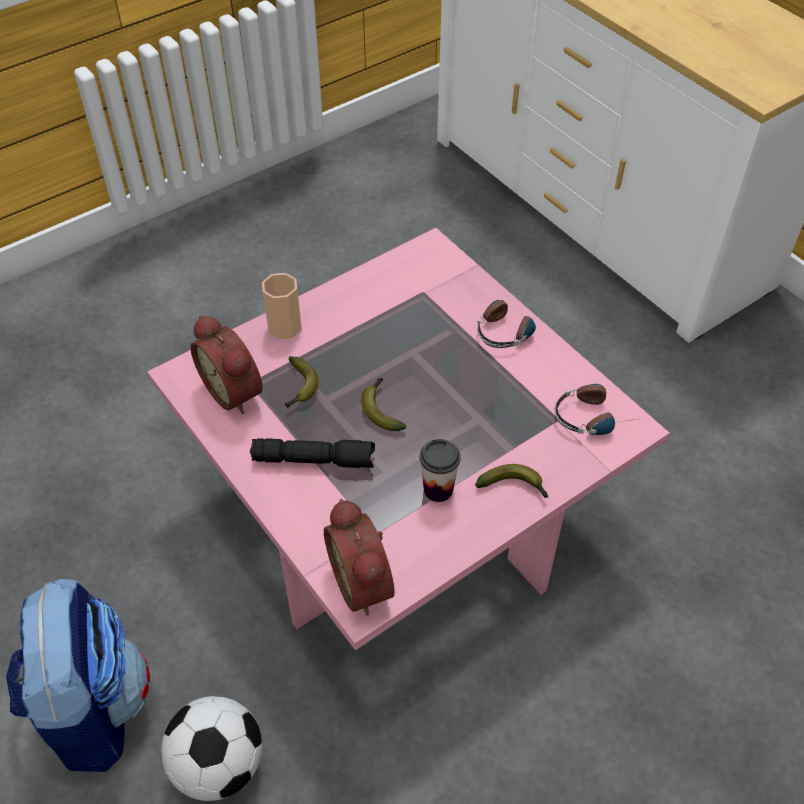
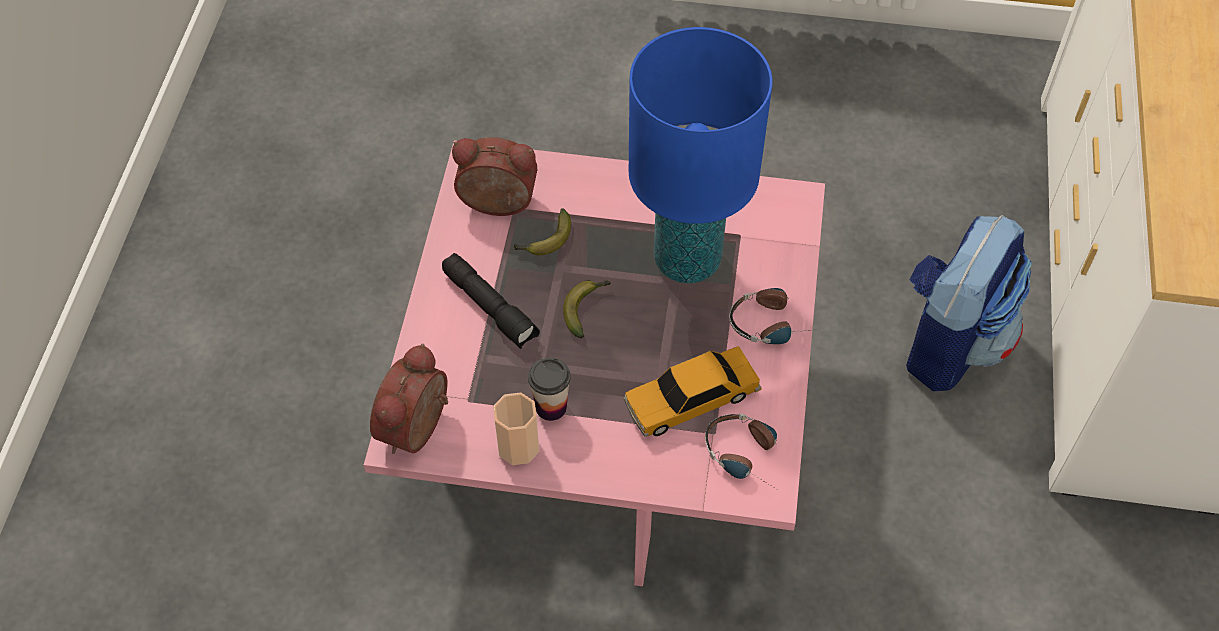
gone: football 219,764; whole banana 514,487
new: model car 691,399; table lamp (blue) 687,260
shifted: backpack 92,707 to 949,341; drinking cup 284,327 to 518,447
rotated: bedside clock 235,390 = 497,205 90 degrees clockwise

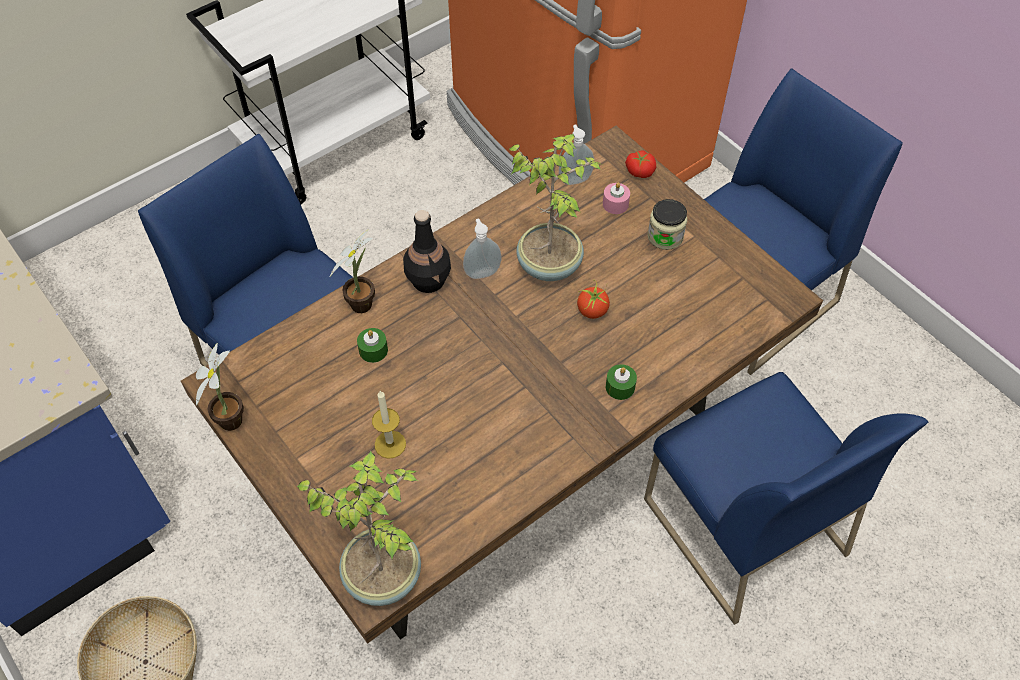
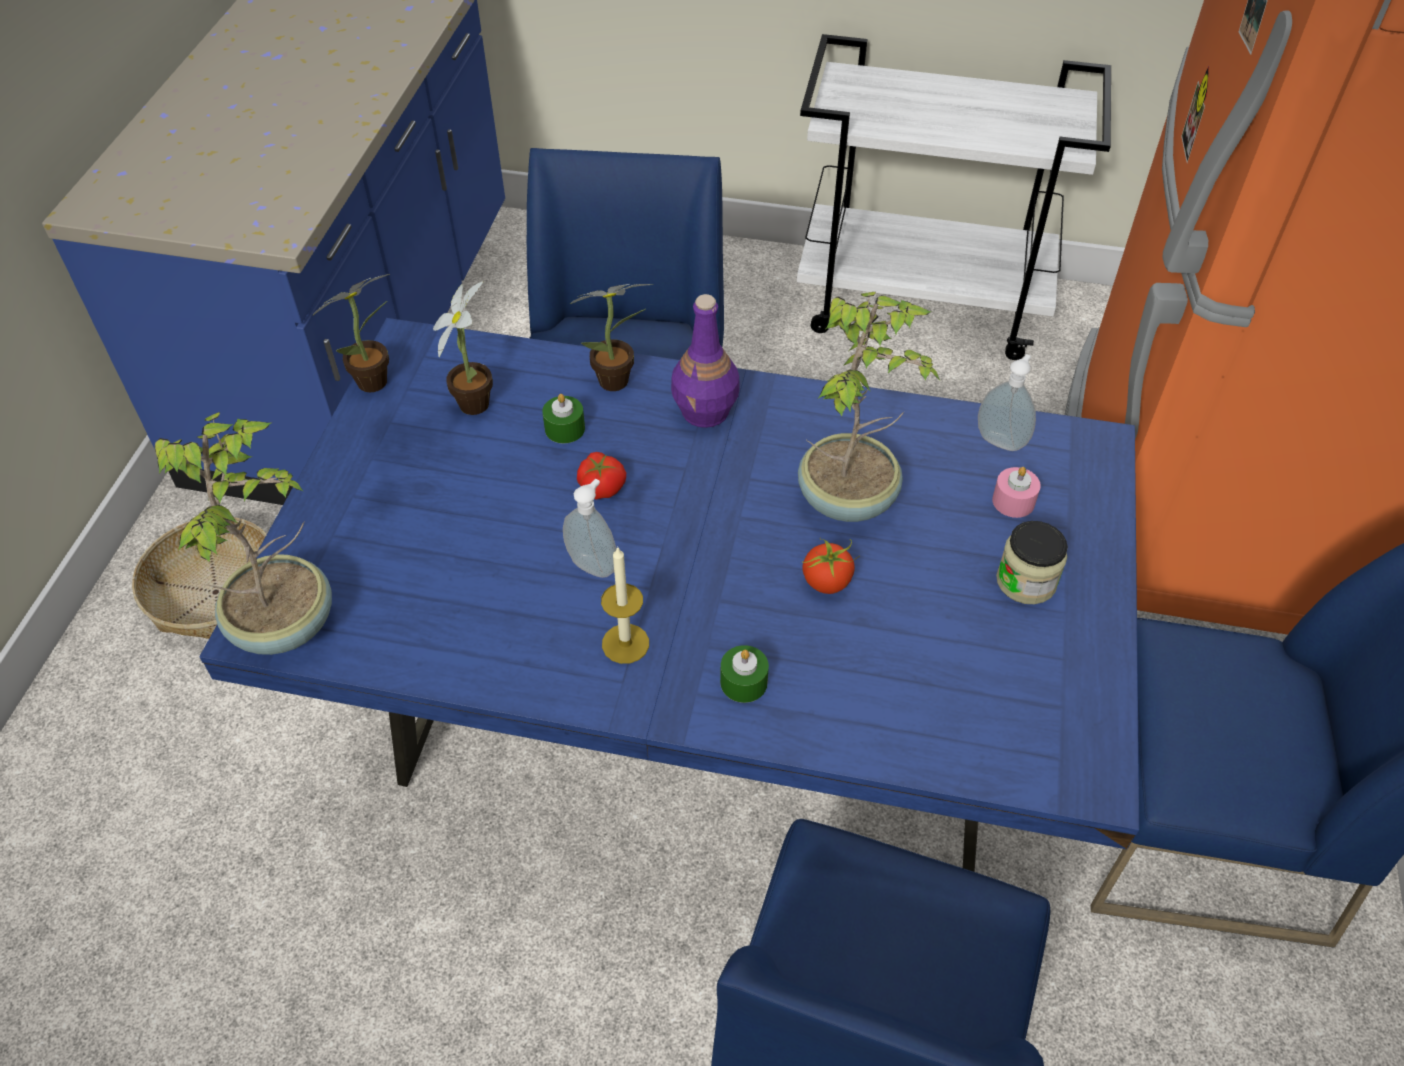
new: plant in a pot 476,400
shifted: wax candle 390,444 to 625,643; soap dispenser 482,272 to 594,564; fresh tomato 640,171 to 602,486
repainted: dinner table (brown) 508,464 to dinner table (blue) 697,734; beverage bottle (black-coloured) 429,280 to beverage bottle (purple) 706,411

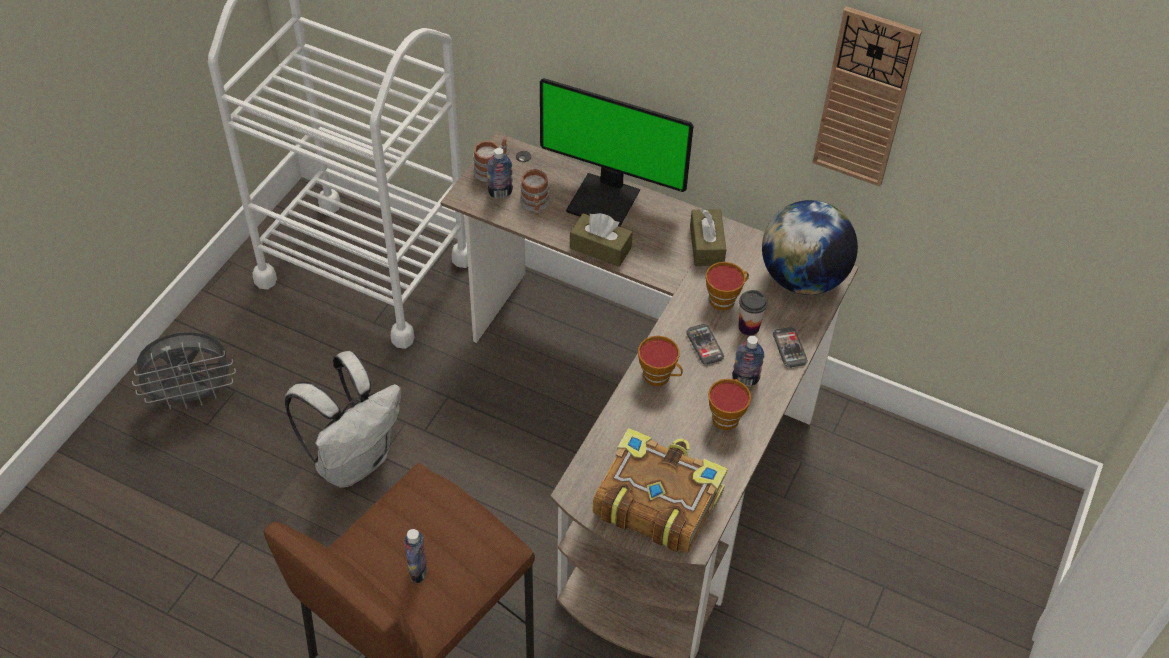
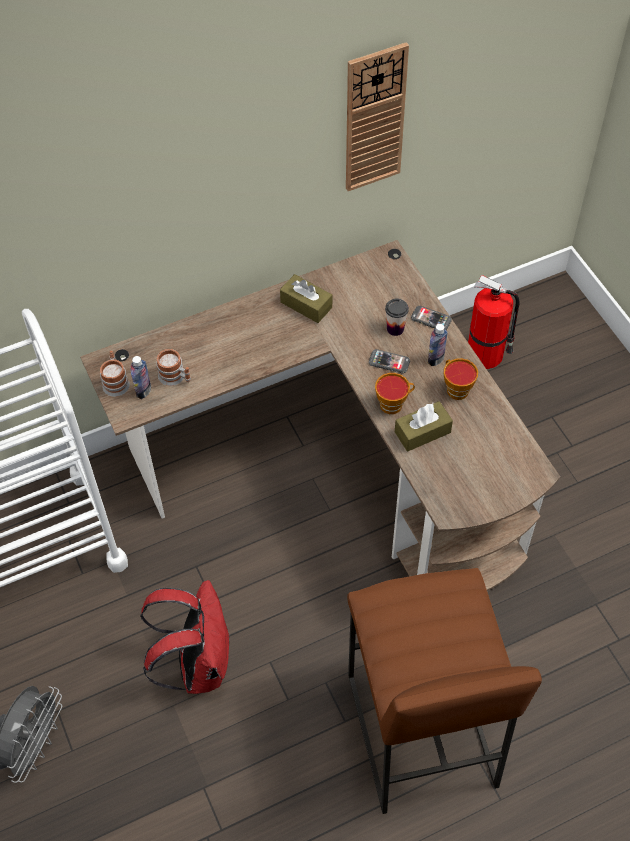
gone: beverage bottle 418,571; computer screen 605,200; book 656,500; drinking cup 724,299; desk globe 802,278
new: fire extinguisher 486,354
shifted: tissue box (brown) 600,248 to 422,432
repainted: backpack (white) 354,460 to backpack (reddish) 197,663

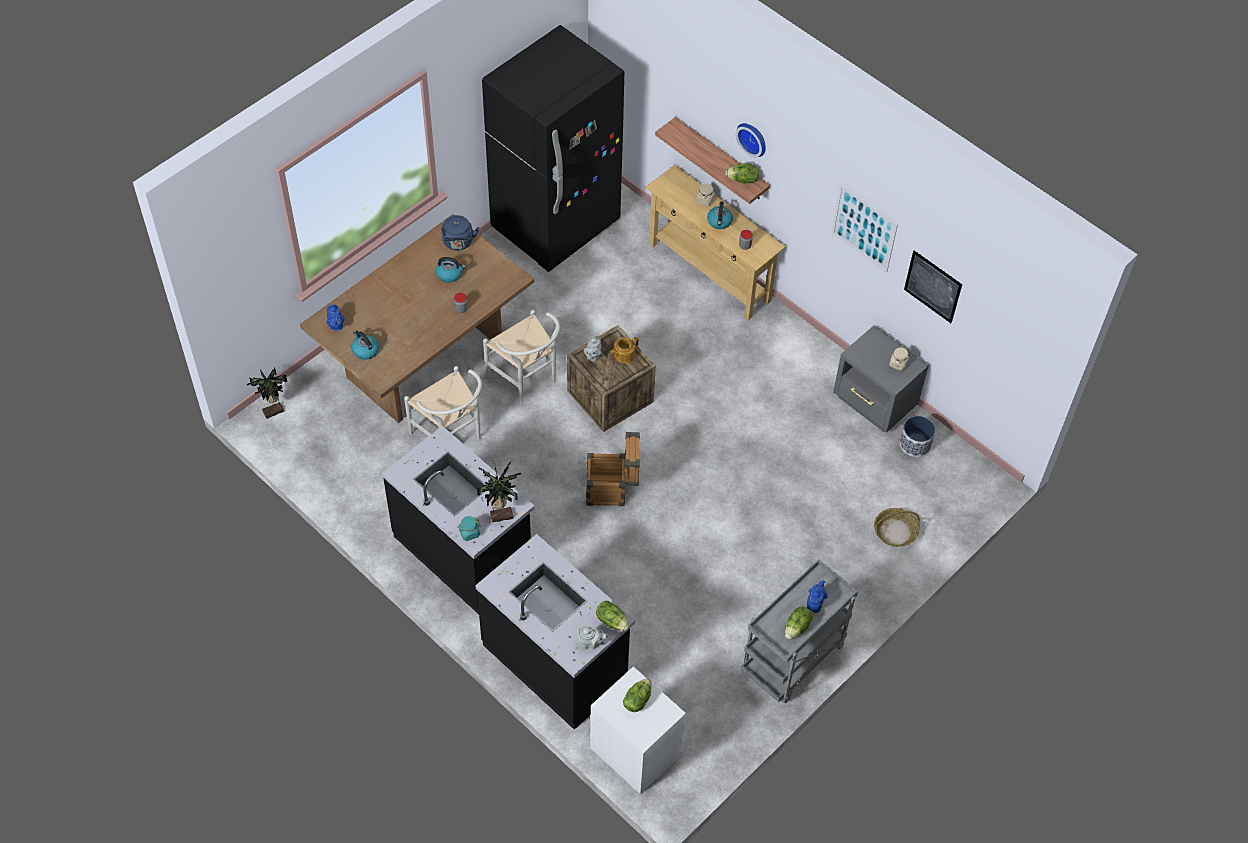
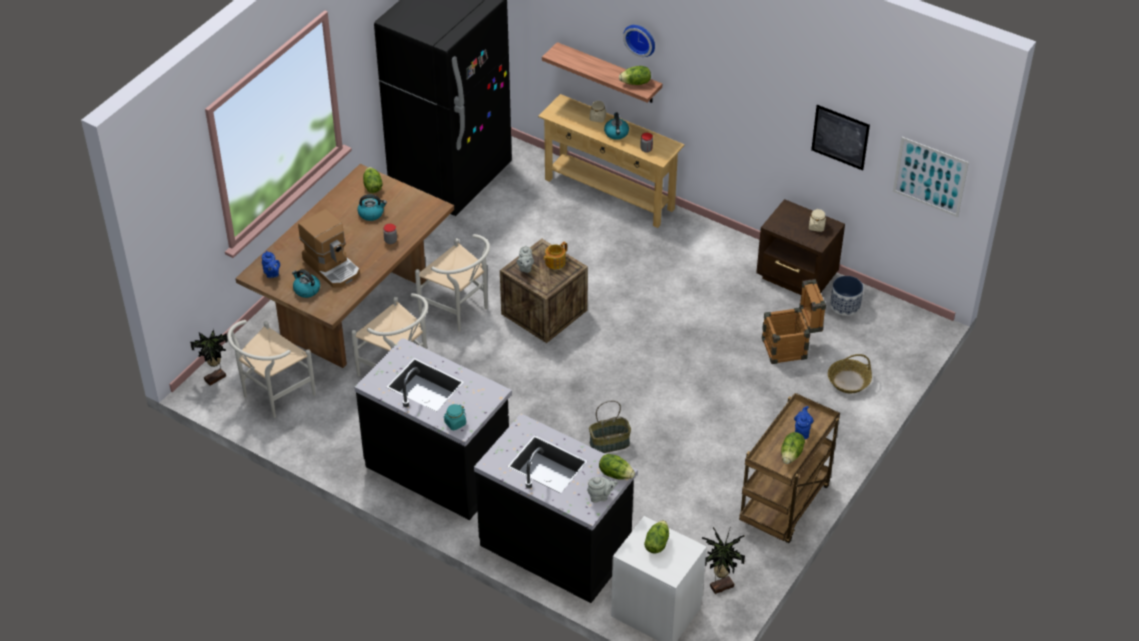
new: plain chair (white) 273,396; coffee maker 332,266; storage basket 609,444
shifted: plant in a pot 501,515 to 720,585; packing crate 612,490 to 790,348; wall art 864,228 to 930,176
swapped: tea kettle (blue) 458,243 to head of lettuce 372,187
repainted: trolley (gray) 792,661 to trolley (brown) 785,506; bedside table (gray) 874,403 to bedside table (brown) 797,278

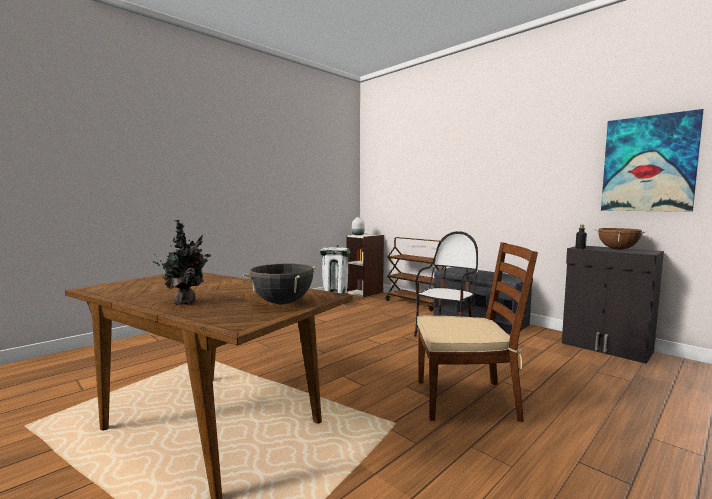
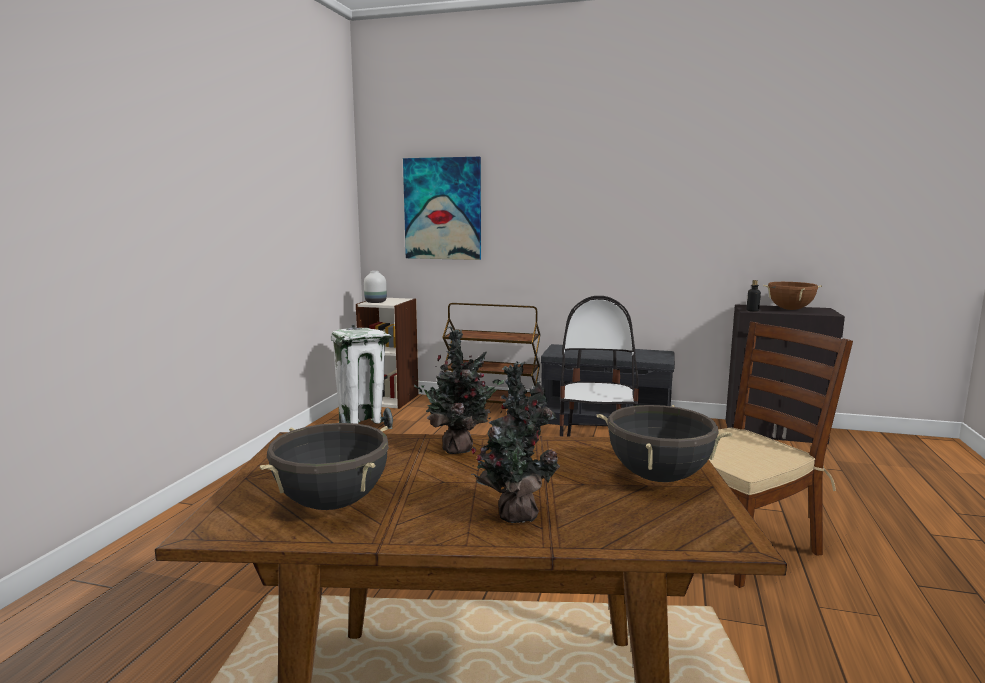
new: saucepot (black-coloured) 332,503; plant in a pot 459,448
shifted: wall art 648,164 to 442,209

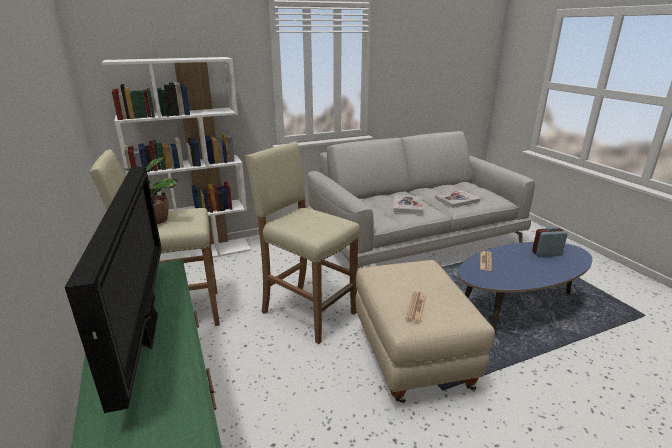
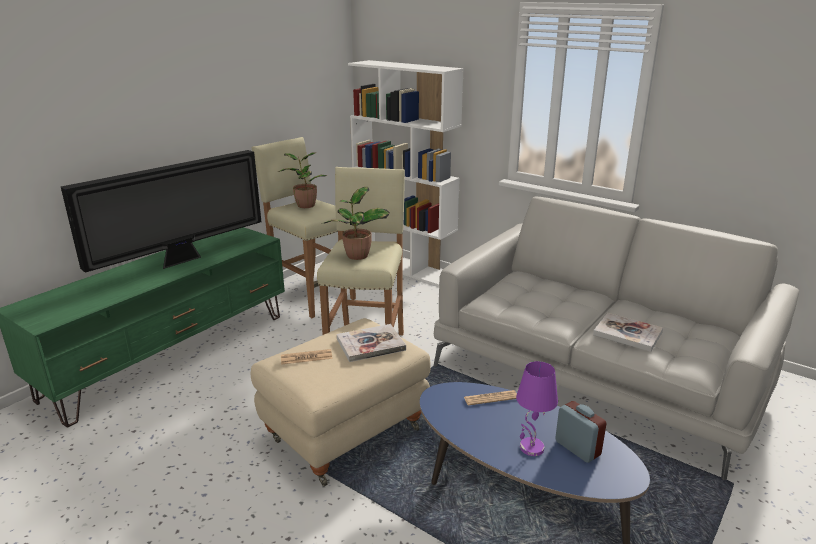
new: plant in a pot 357,256; table lamp (purple) 531,448
shifted: book 407,205 to 371,344

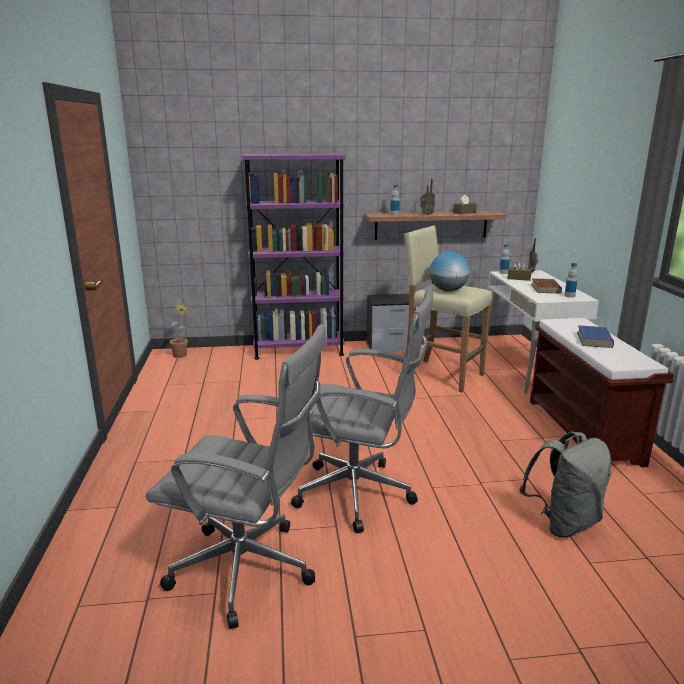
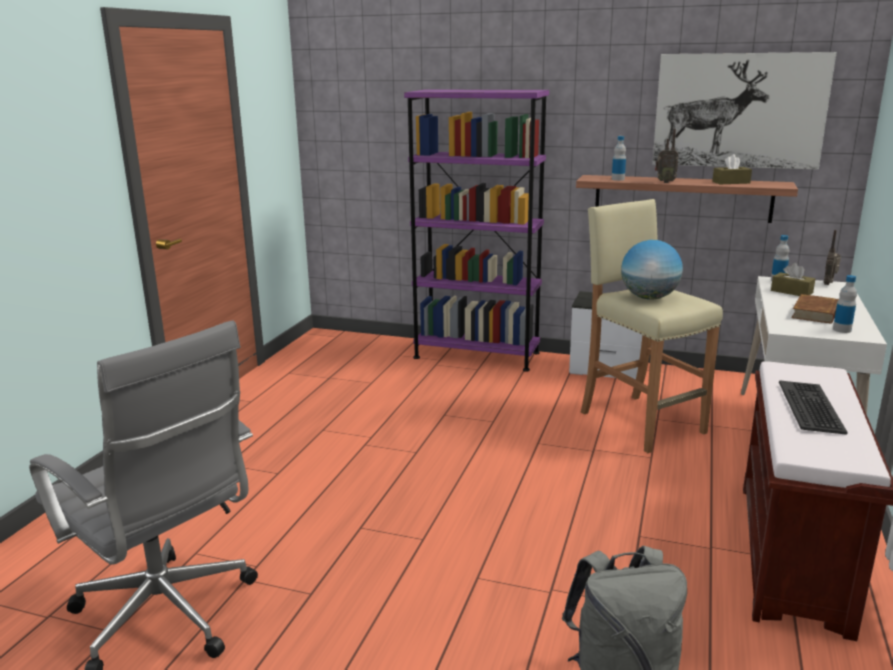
gone: plant in a pot 181,356; desk chair (gray) 360,495
new: wall art 739,111
swapped: book (blue) 594,340 to keyboard 811,407

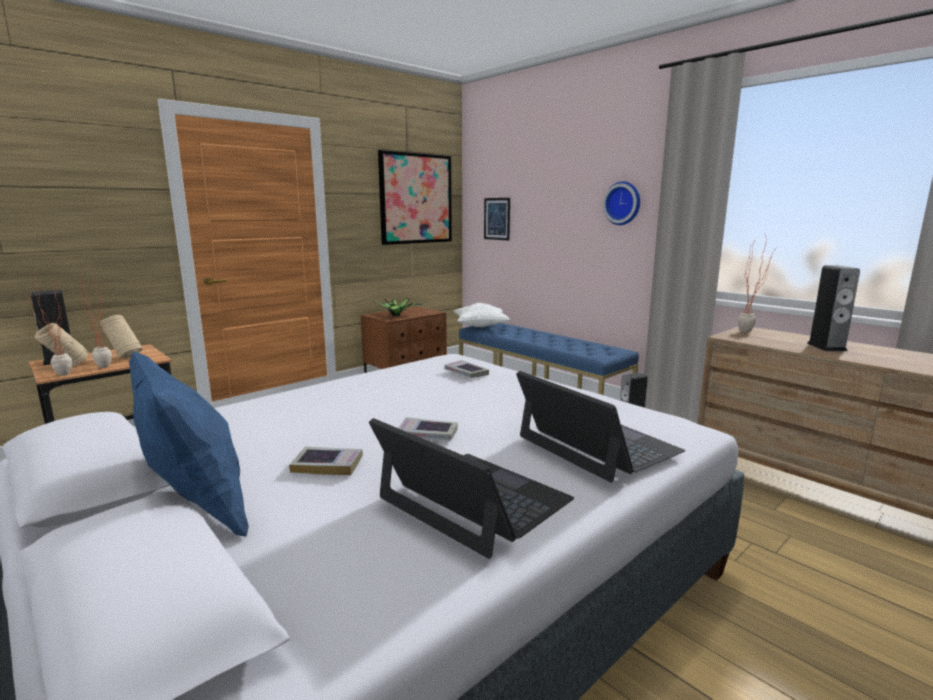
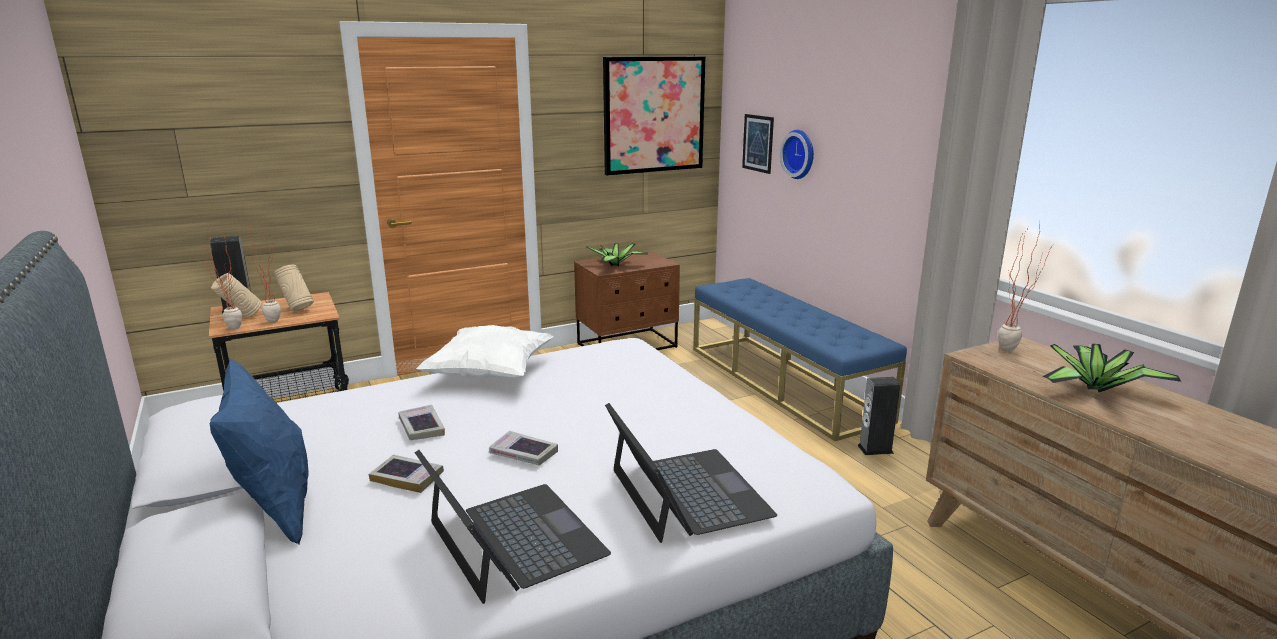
shifted: book 466,373 to 421,427; throw pillow (white) 480,327 to 490,374; hanging clock 623,203 to 800,154
swapped: loudspeaker 826,347 to plant in a pot 1095,389

